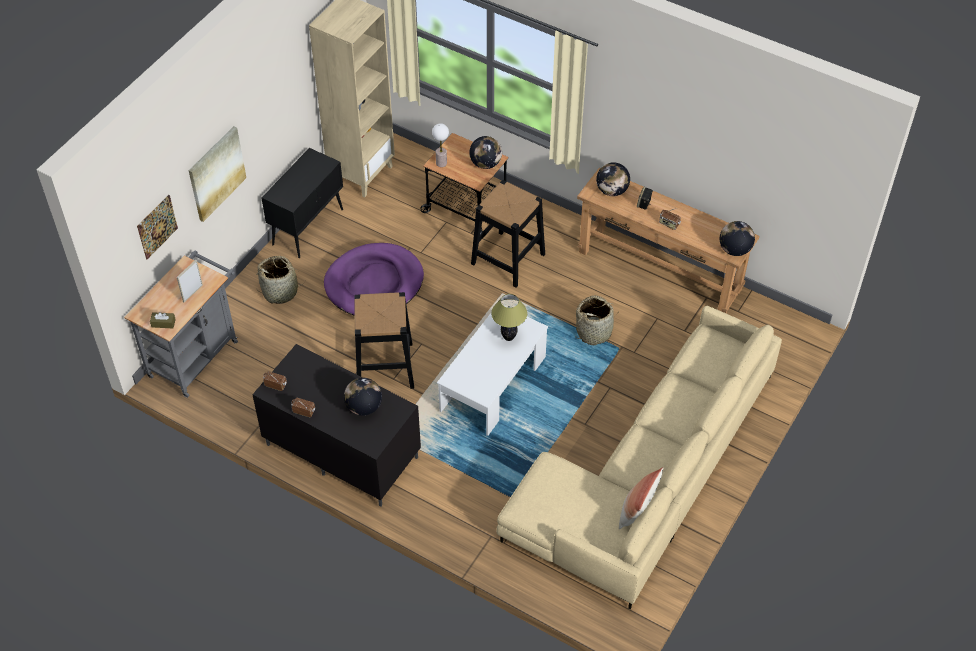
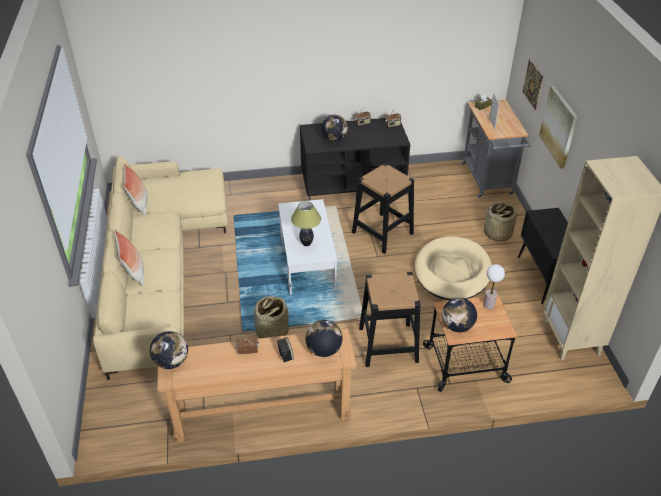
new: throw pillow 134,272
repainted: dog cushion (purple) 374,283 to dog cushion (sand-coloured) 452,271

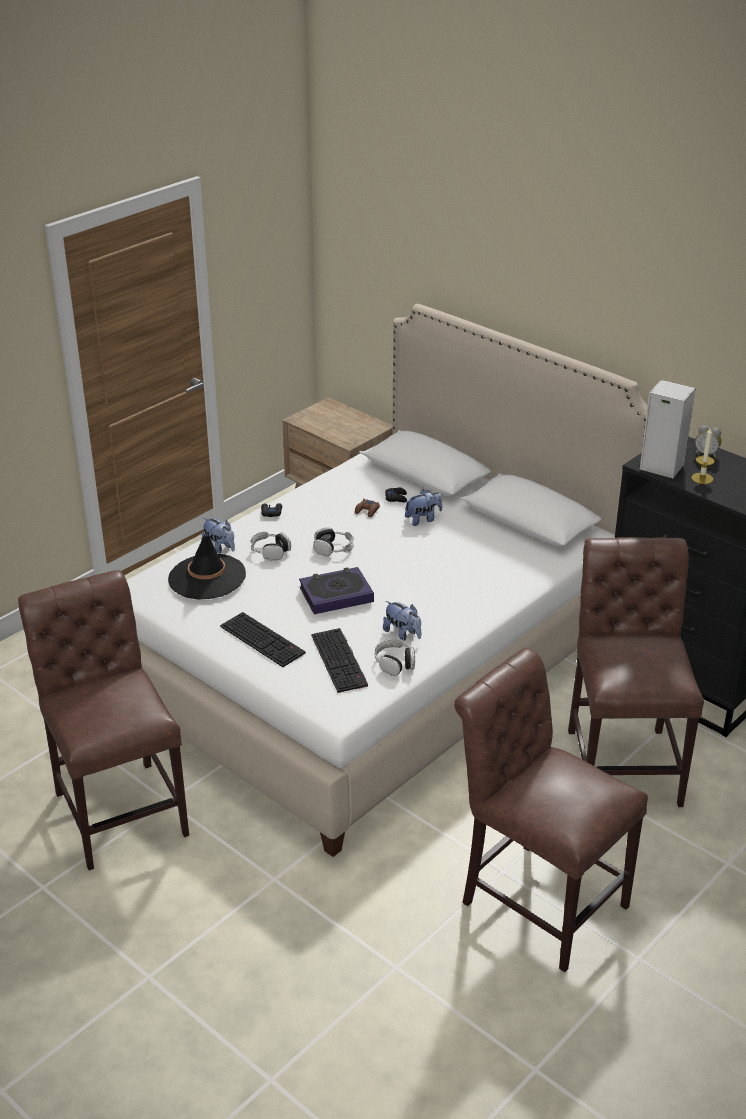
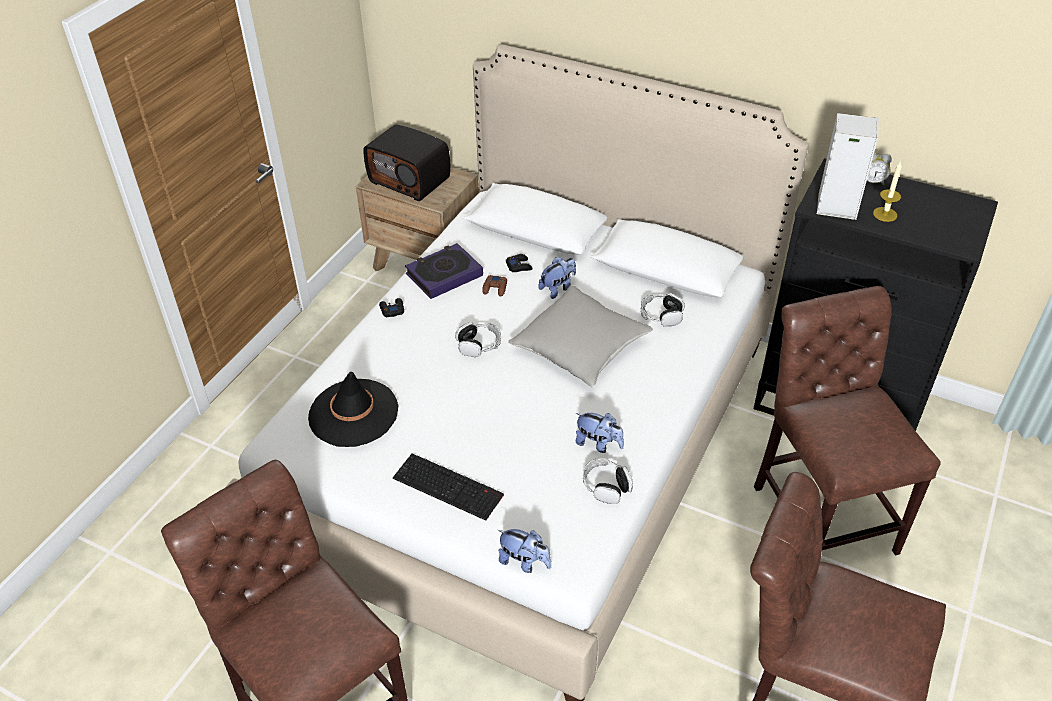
gone: keyboard 340,661
new: radio 410,180; throw pillow (gray) 580,348
shifted: soft toy 220,548 to 524,562; headphones 270,551 to 661,315; book 336,595 to 444,275

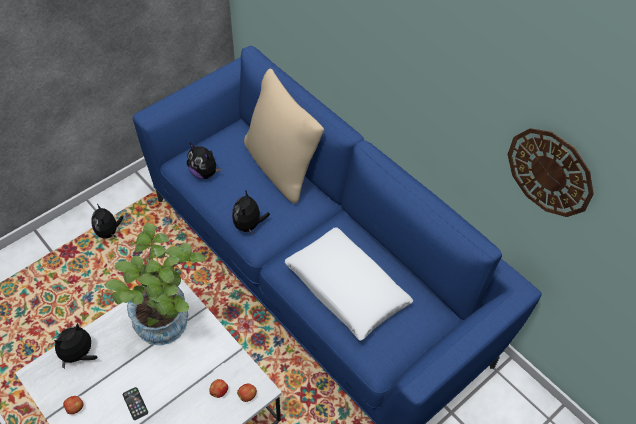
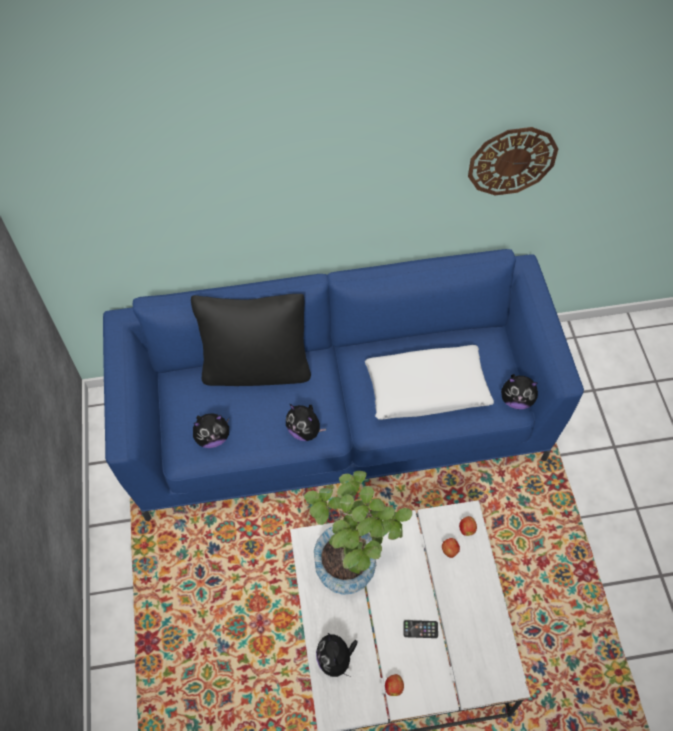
shifted: soft toy 109,232 to 516,400
repainted: throw pillow (sand-coloured) 282,168 to throw pillow (black-coloured) 257,369

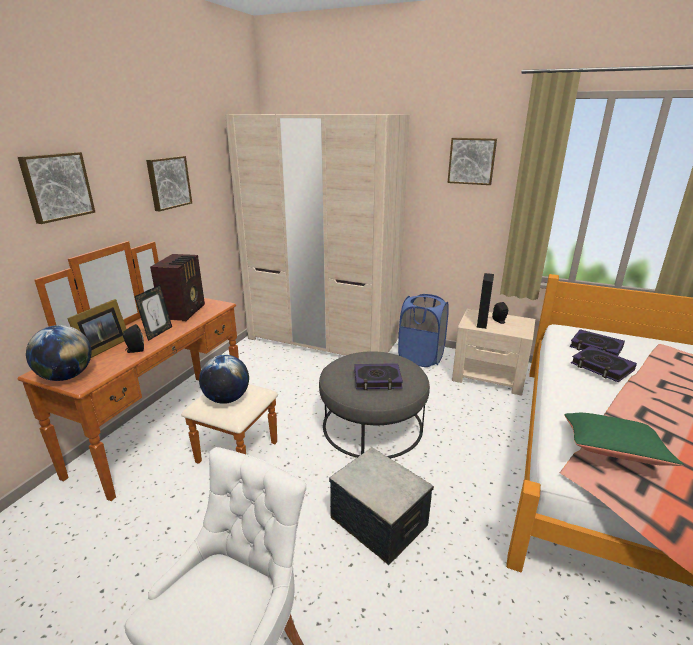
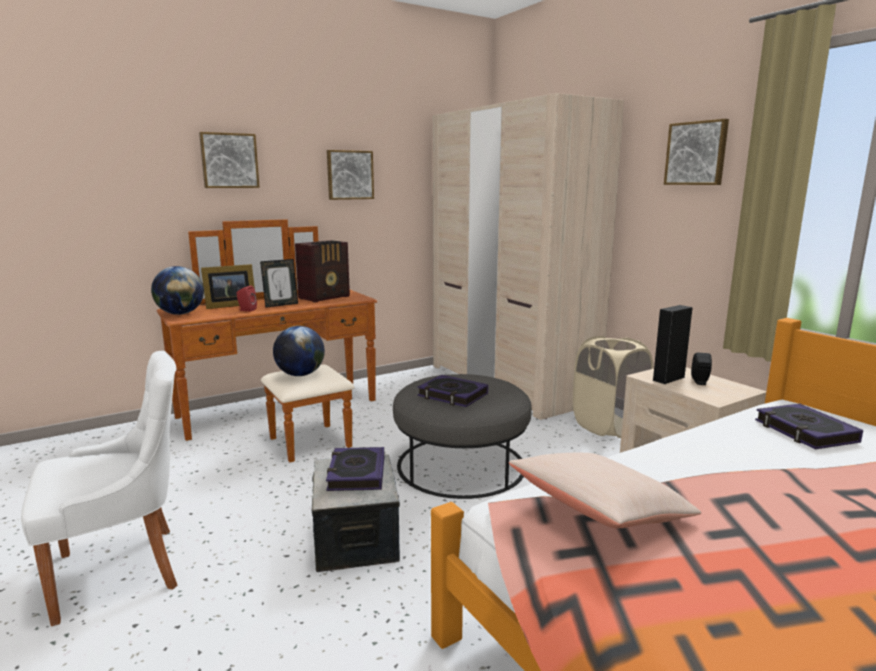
shifted: book 601,367 to 356,474
repainted: loudspeaker (black-coloured) 135,350 to loudspeaker (reddish) 246,310; washing basket (blue) 421,357 to washing basket (sand-coloured) 608,426; throw pillow (green-coloured) 612,451 to throw pillow (sand-coloured) 600,512

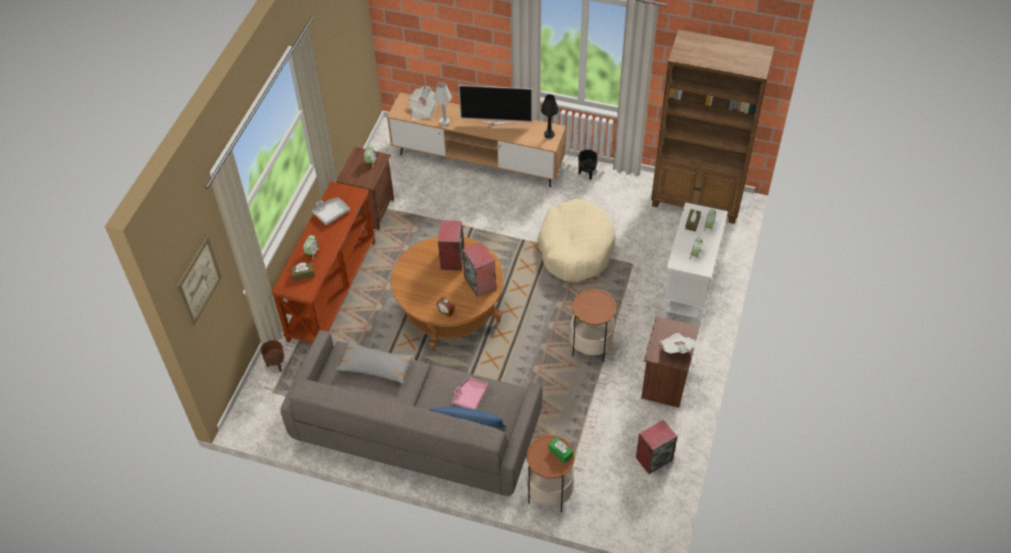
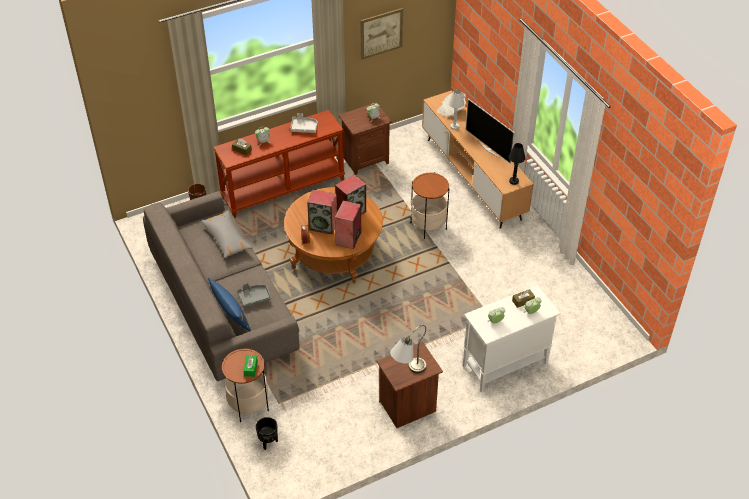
gone: dog cushion (sand-coloured) 575,248; shelving unit (brown) 697,201
shifted: wall art 198,281 to 381,33; end table 591,346 to 428,226; flower pot (black-coloured) 587,174 to 268,442; loudspeaker 654,458 to 323,225
swapped: daily paper 677,349 to table lamp (gray) 407,371
repainted: serving tray (pink-coloured) 470,396 to serving tray (gray) 254,298

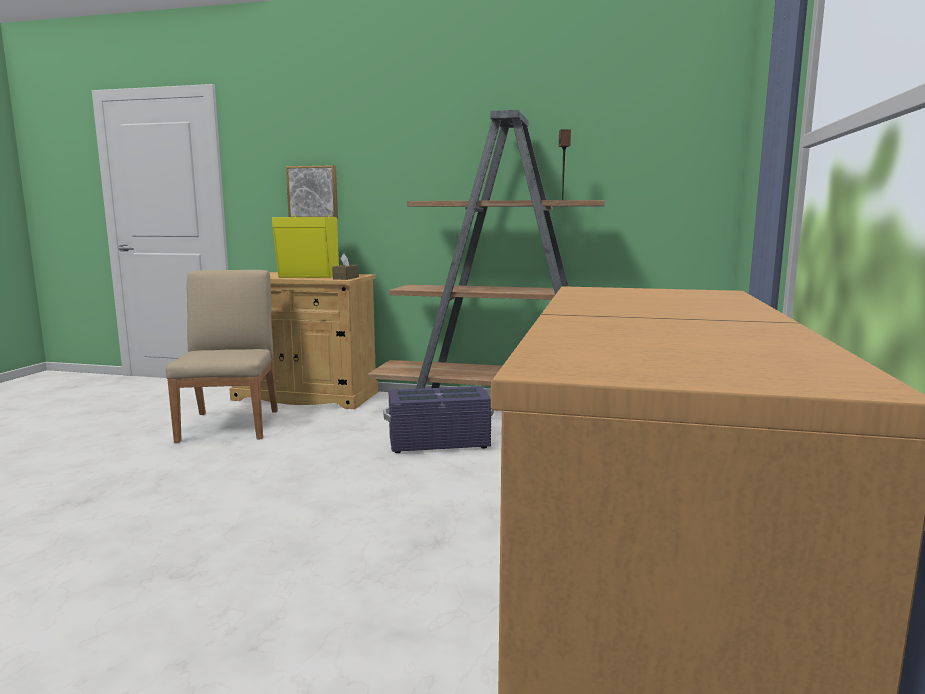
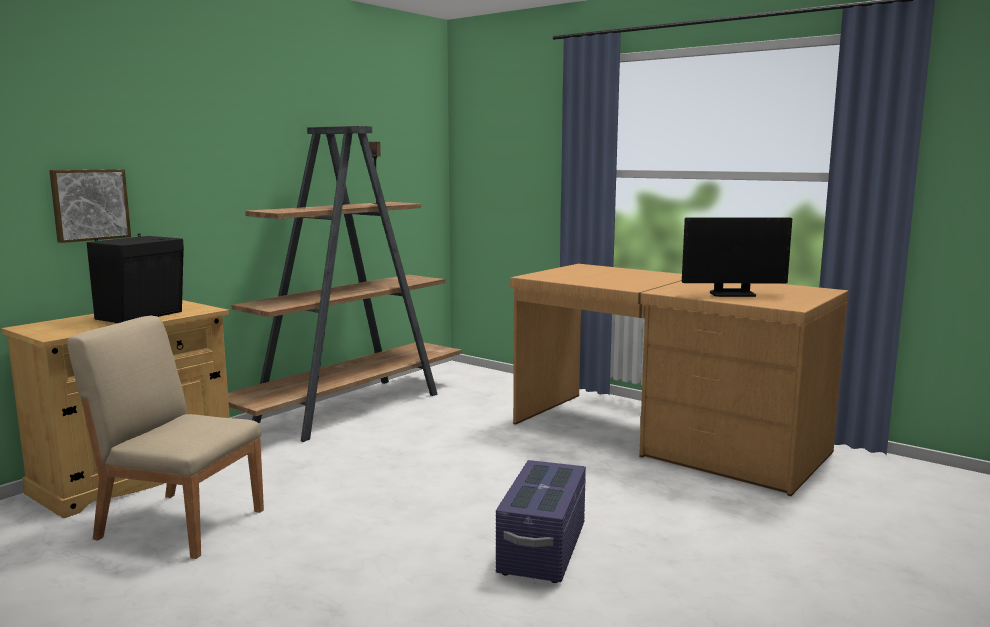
gone: tissue box (brown) 346,278
new: computer screen 732,294
shifted: storage bin (purple) 438,443 to 542,549
repainted: loudspeaker (yellow-coloured) 309,276 to loudspeaker (black-coloured) 143,315

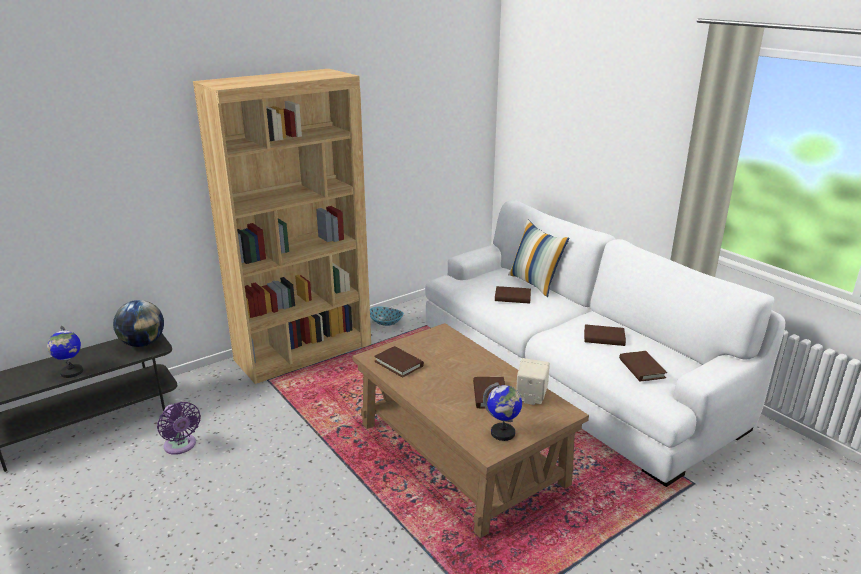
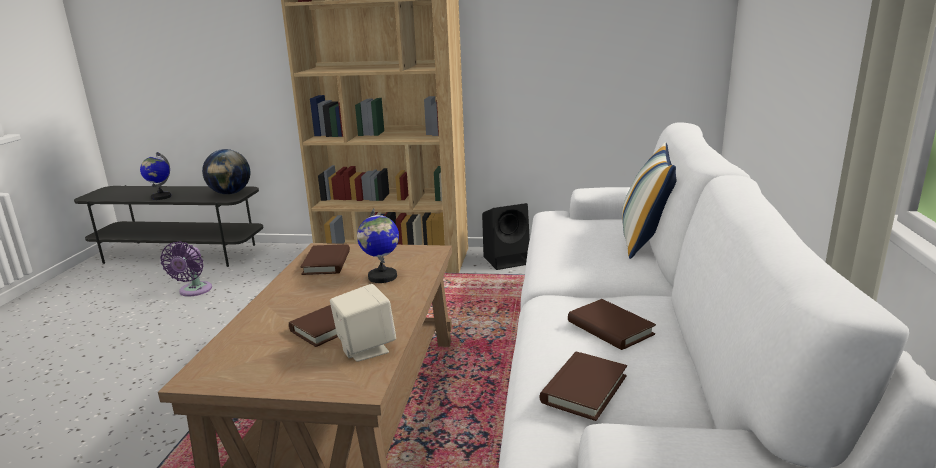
gone: book (brown) 512,297
shifted: desk globe 503,433 to 382,277
swapped: bowl 386,322 to loudspeaker (black-coloured) 507,260

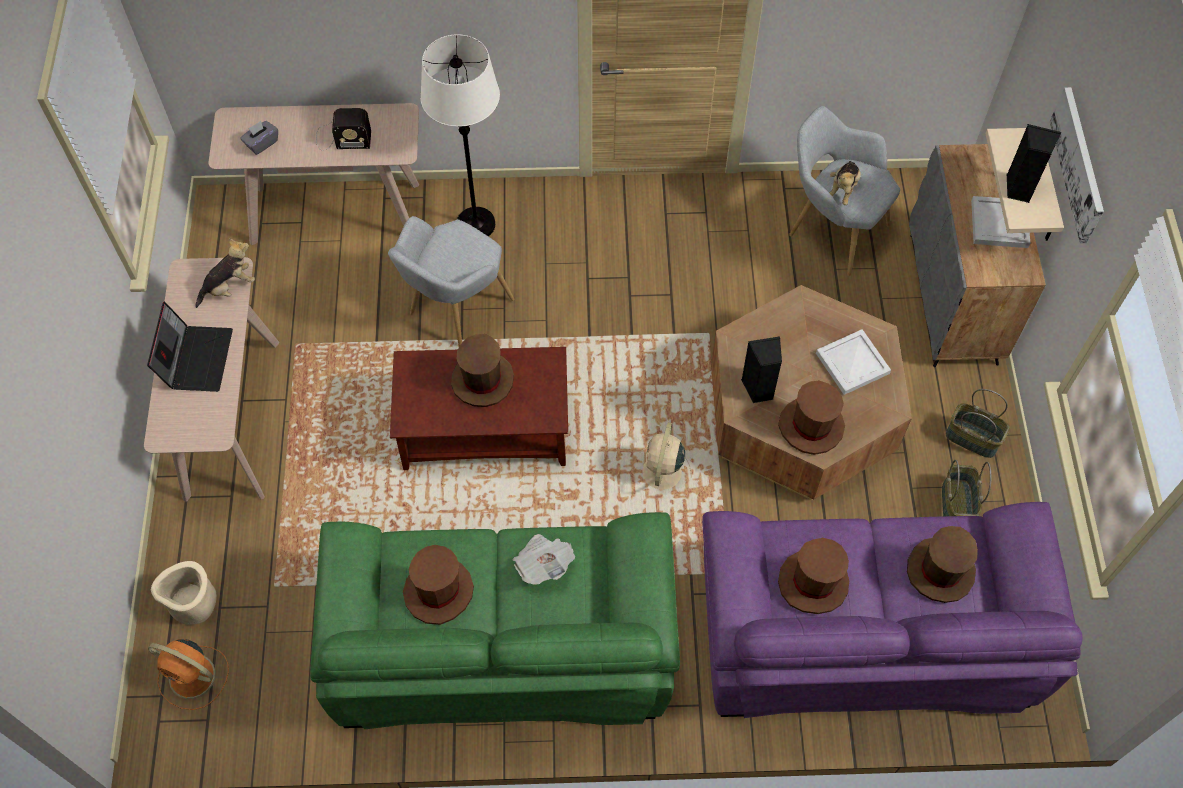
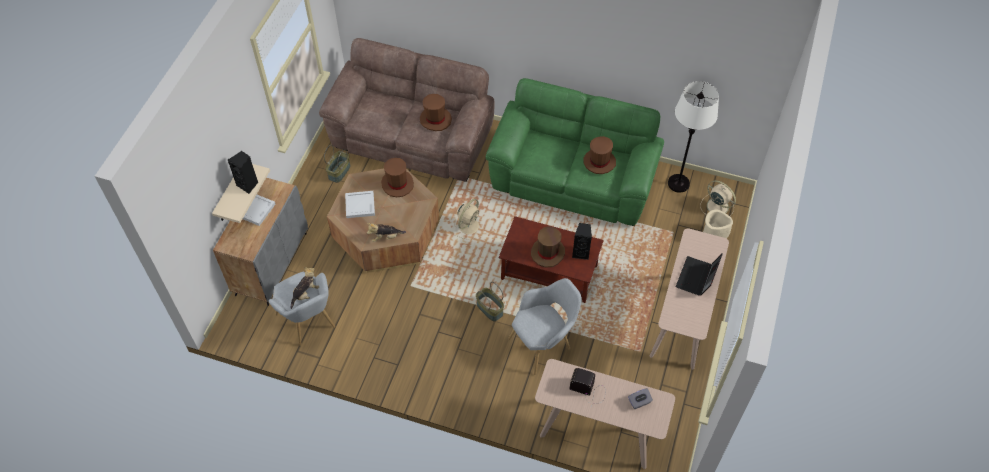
gone: daily paper 543,564; wearable hat (brown) 940,571; wall art 1079,164
shifted: soft toy 229,287 to 386,237; standard lamp (white) 475,224 to 678,183; loudspeaker (black-coloured) 759,389 to 581,252; storage basket 973,438 to 489,309
repainted: cooling fan (orange) 194,677 to cooling fan (sand-coloured) 716,206; settee (purple) 866,636 to settee (brown) 412,136

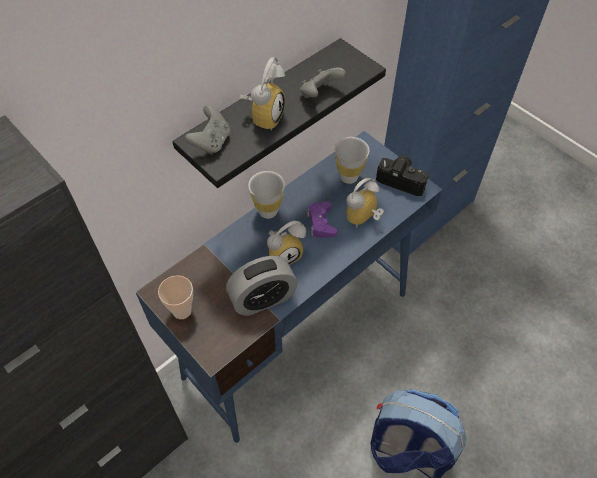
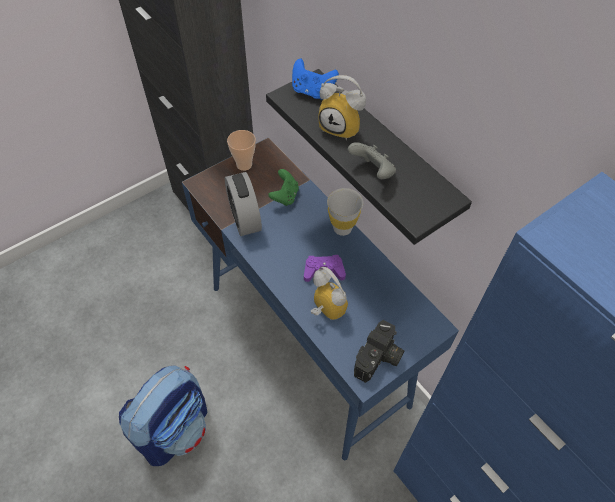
gone: bedside clock 284,254; drinking cup (white) 349,177
new: joypad (green-coloured) 285,196
repainted: joypad (gray) 211,142 to joypad (blue) 312,91

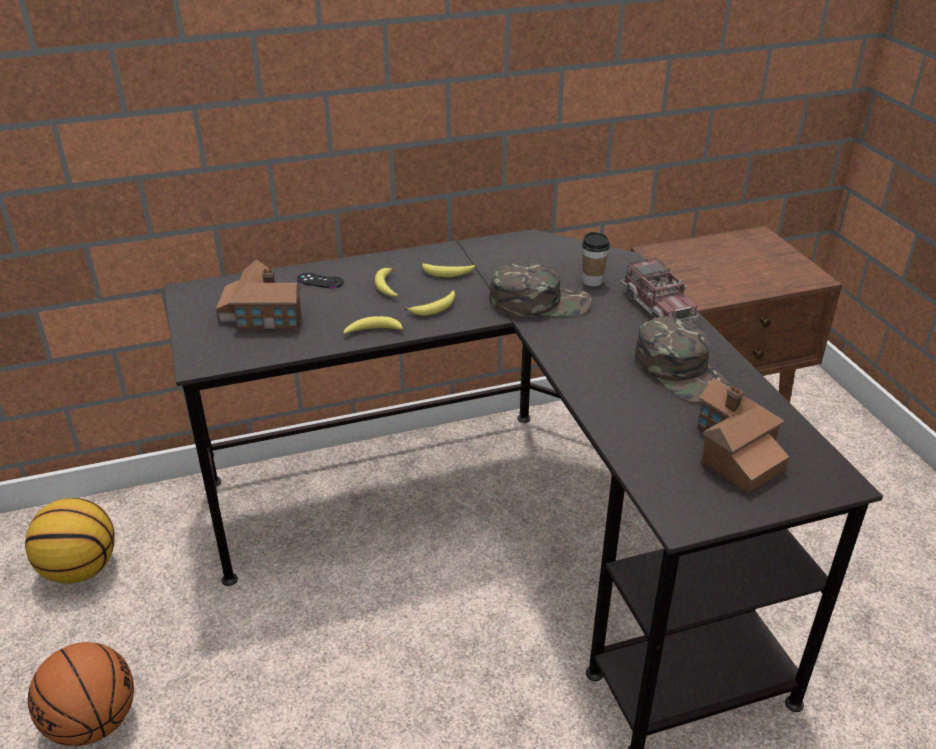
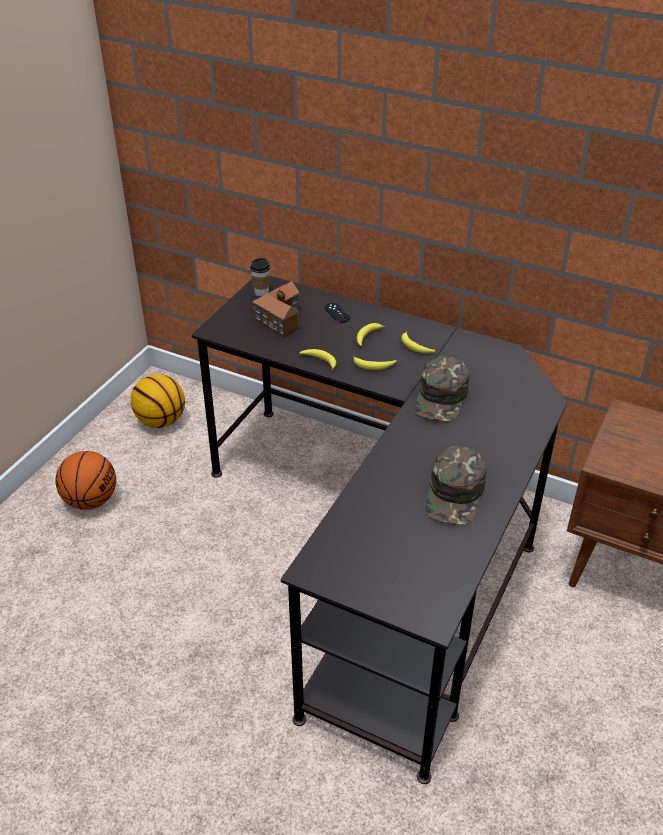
gone: model truck 657,307; toy house 733,453
shifted: drinking cup 592,281 to 261,292
rotated: peaked cap (green-coloured) 539,301 = 441,397 60 degrees clockwise

